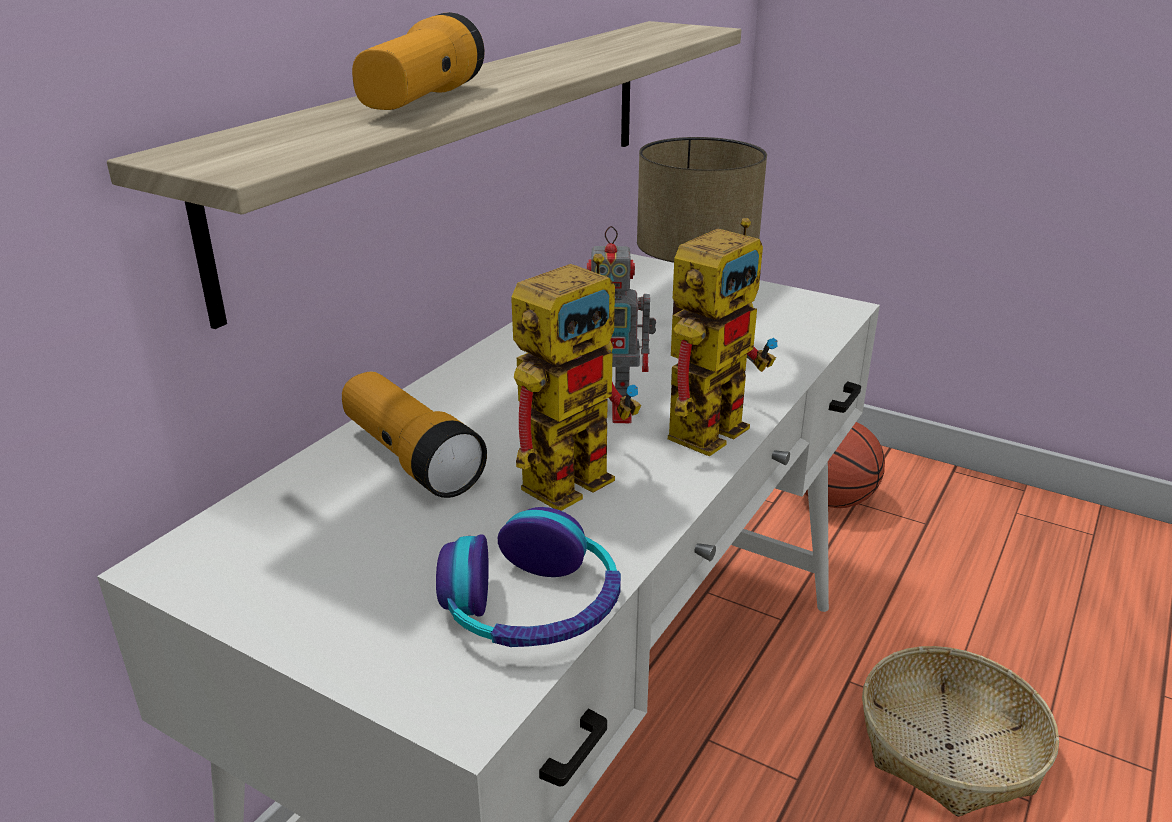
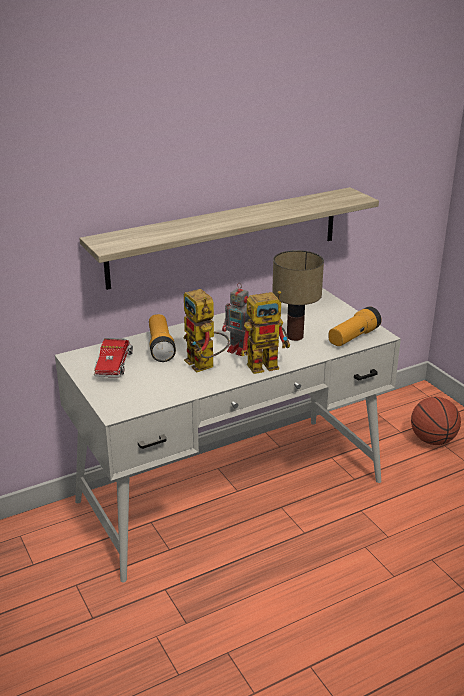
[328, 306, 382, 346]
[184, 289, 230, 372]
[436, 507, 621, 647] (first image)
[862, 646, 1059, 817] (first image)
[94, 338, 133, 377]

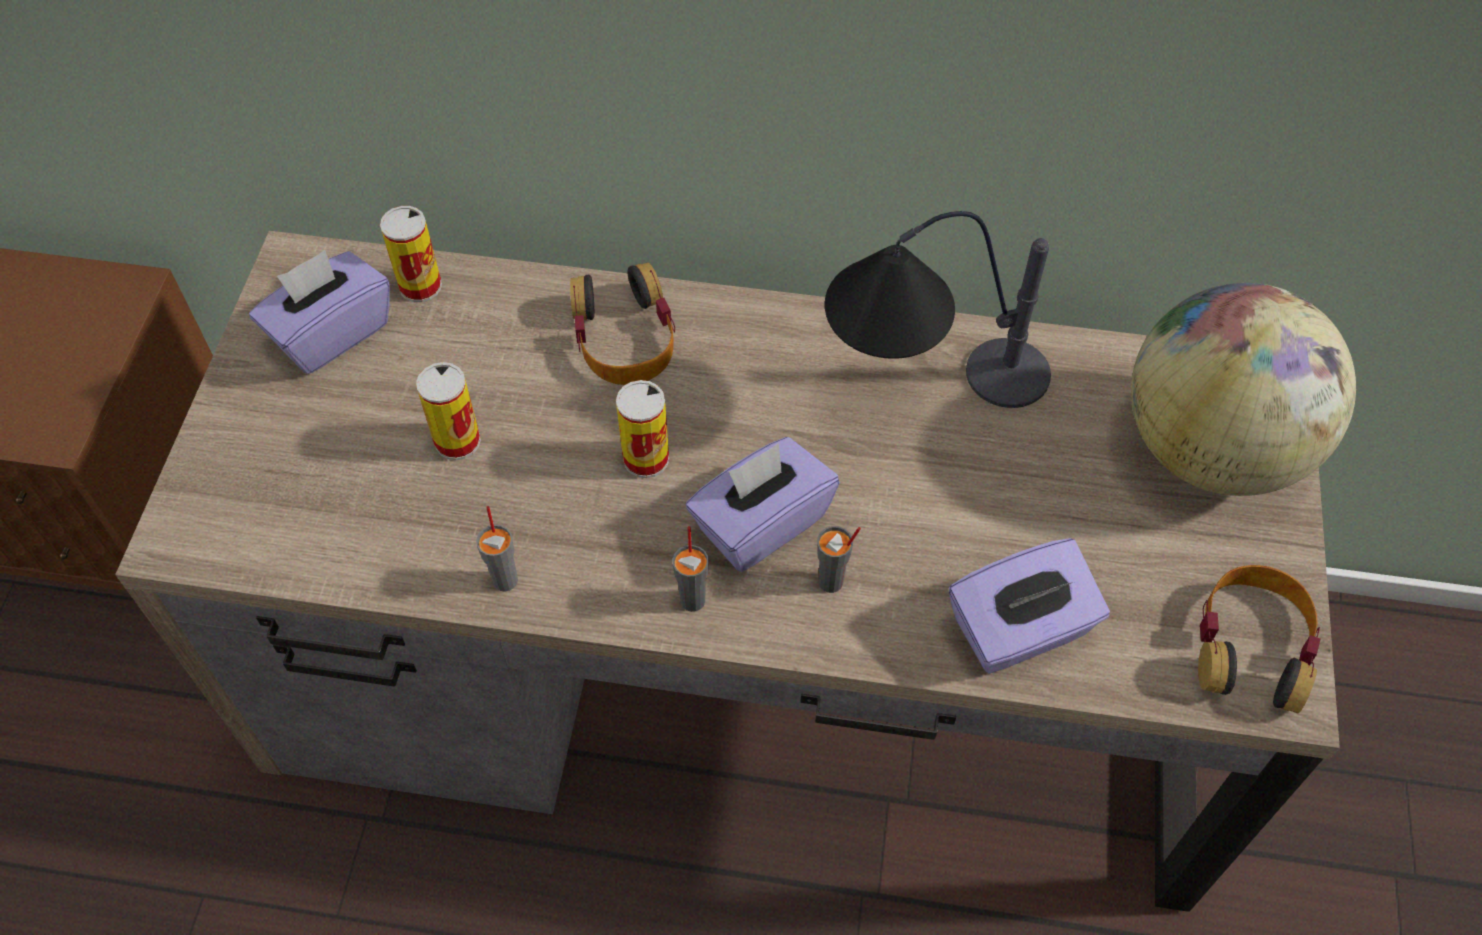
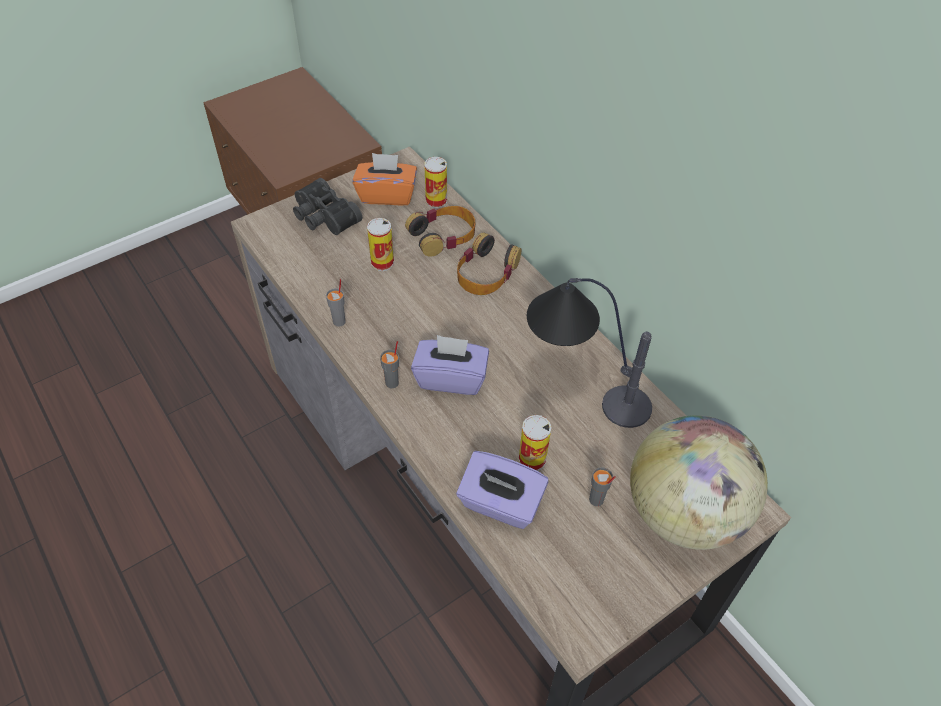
[352, 153, 417, 206]
[519, 415, 551, 471]
[589, 467, 616, 506]
[405, 206, 475, 257]
[293, 178, 362, 235]

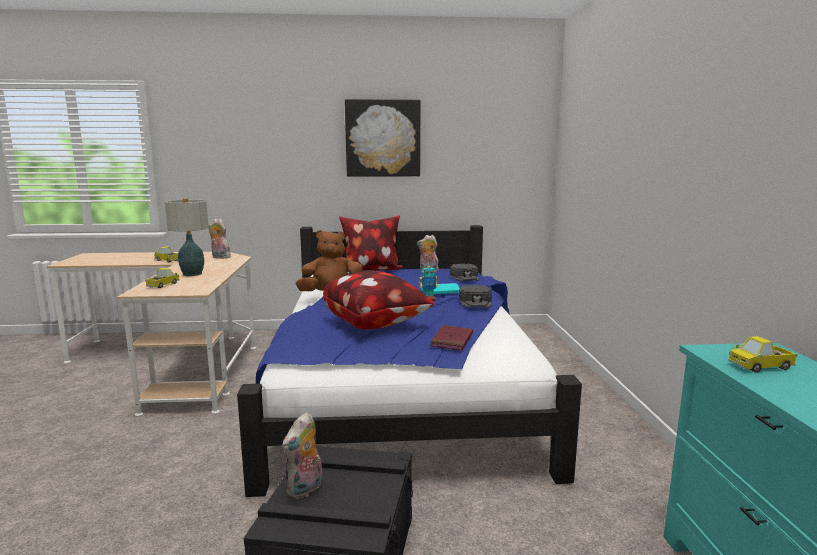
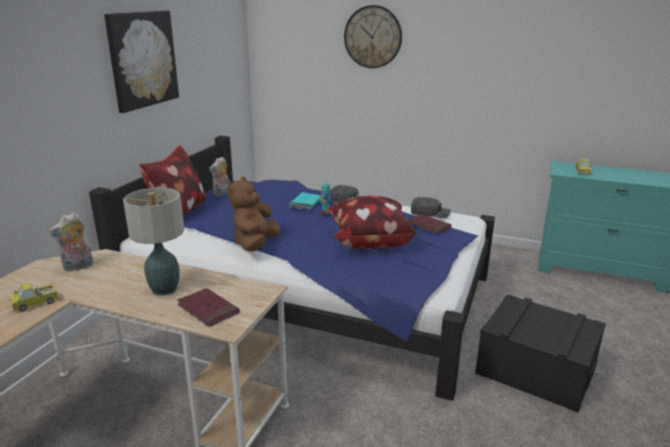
[411, 197, 451, 218]
[177, 288, 240, 327]
[282, 412, 323, 499] (first image)
[344, 5, 402, 68]

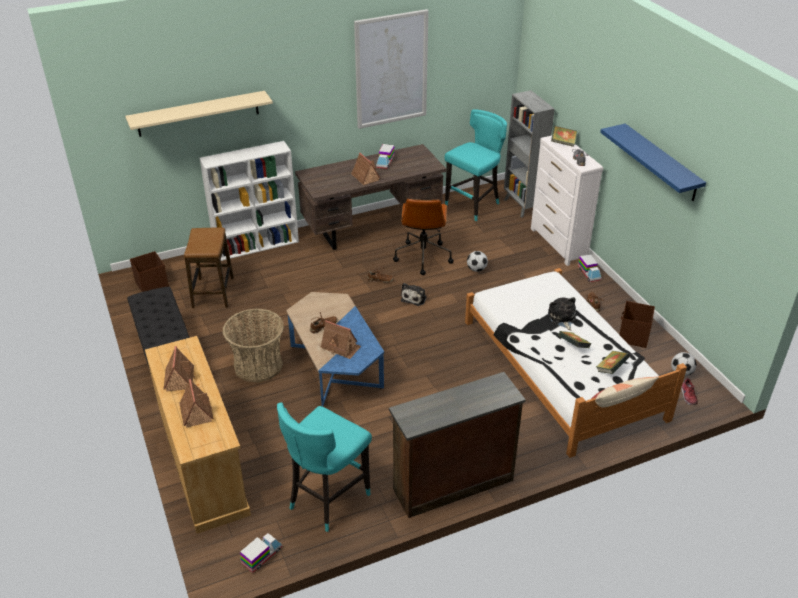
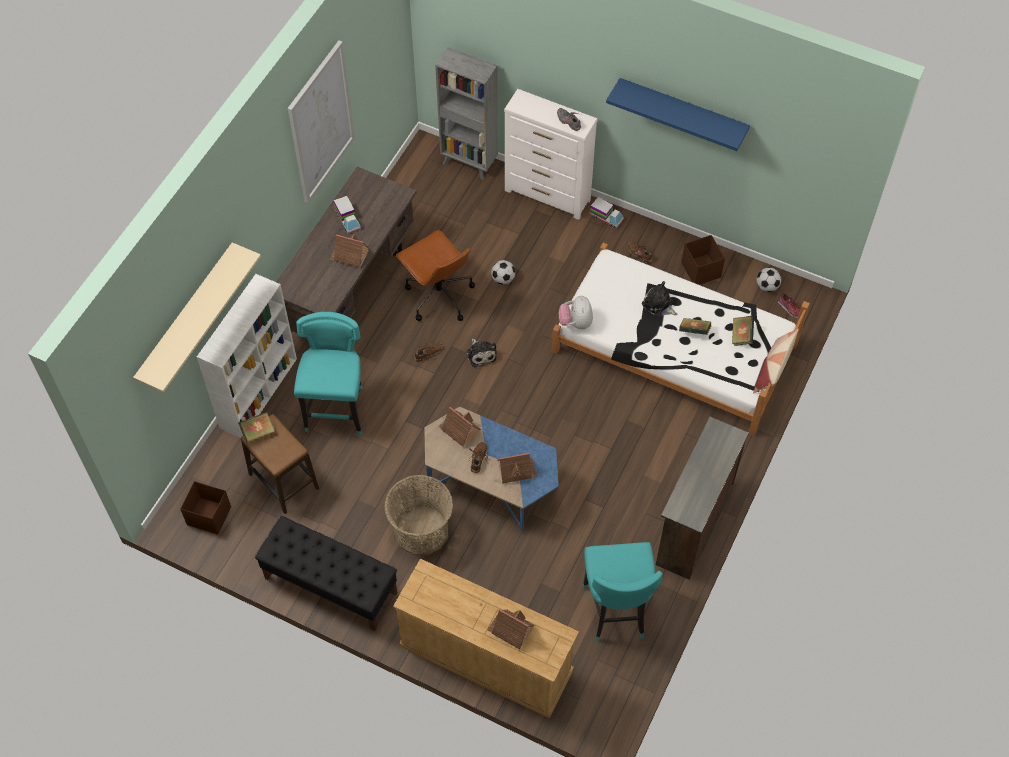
[294, 312, 363, 435]
[238, 412, 275, 443]
[438, 407, 481, 447]
[240, 533, 282, 573] (first image)
[559, 296, 593, 329]

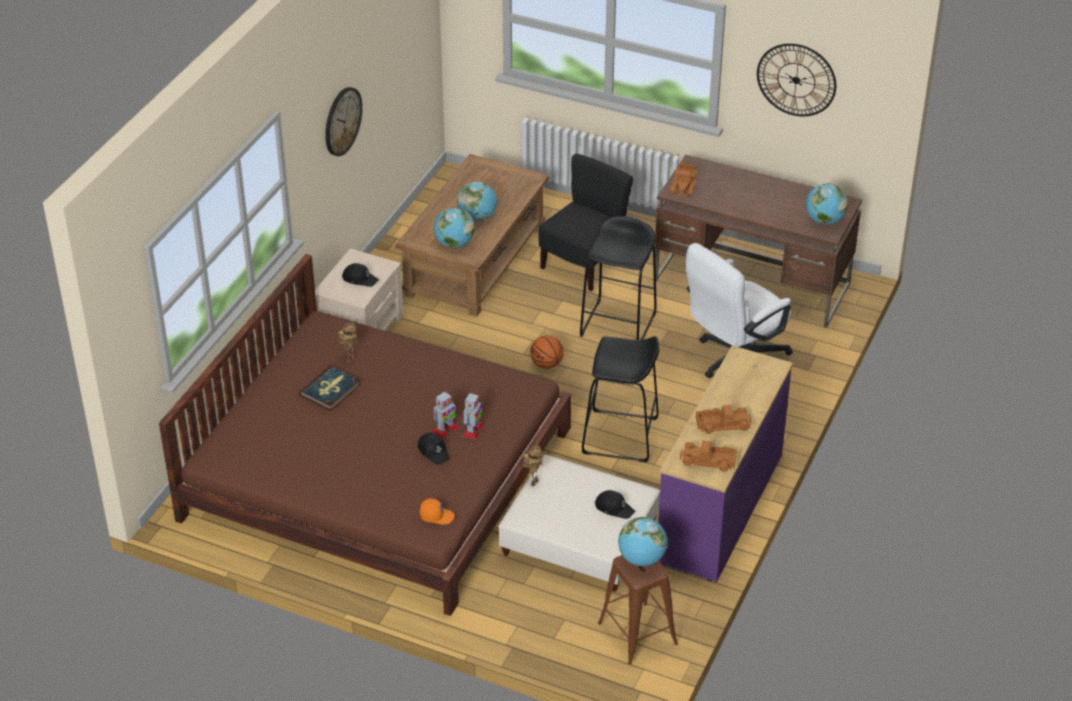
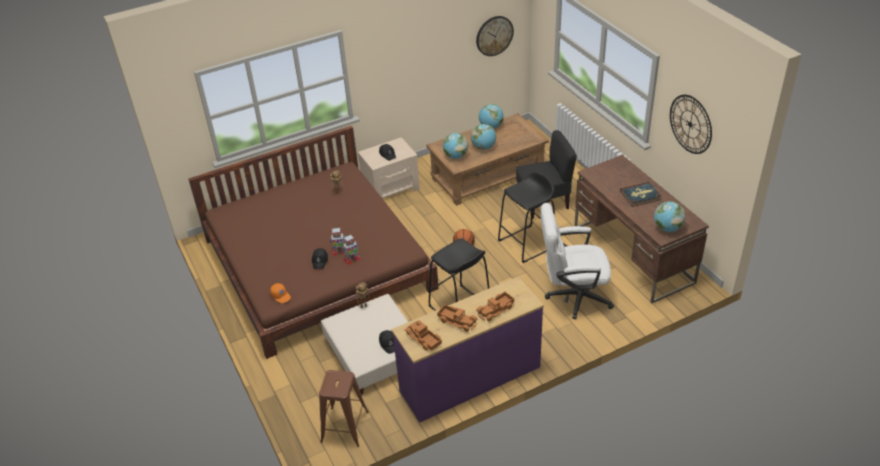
[476, 16, 514, 56]
[476, 292, 514, 321]
[620, 182, 661, 207]
[479, 104, 504, 129]

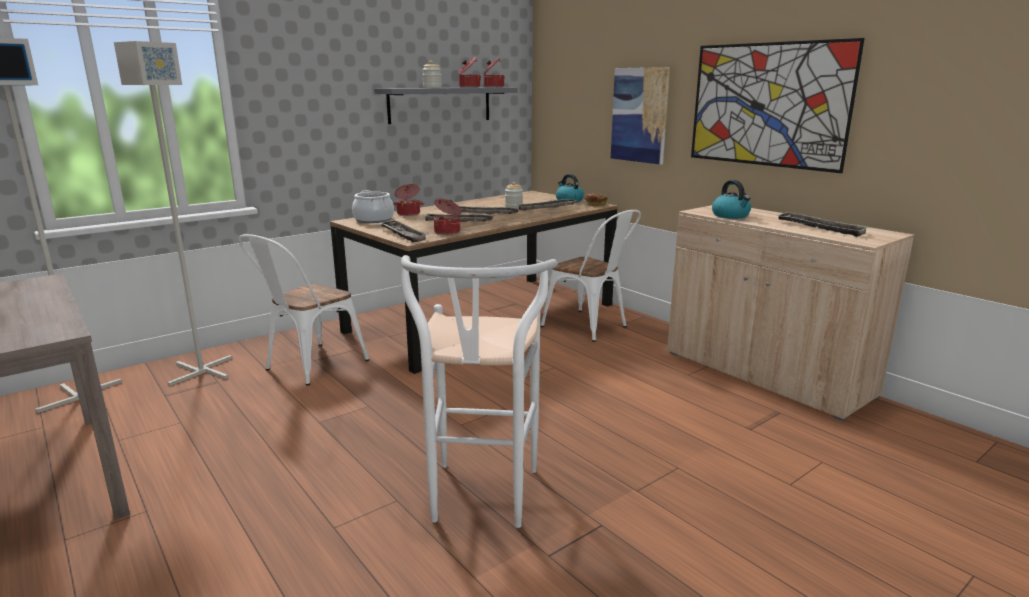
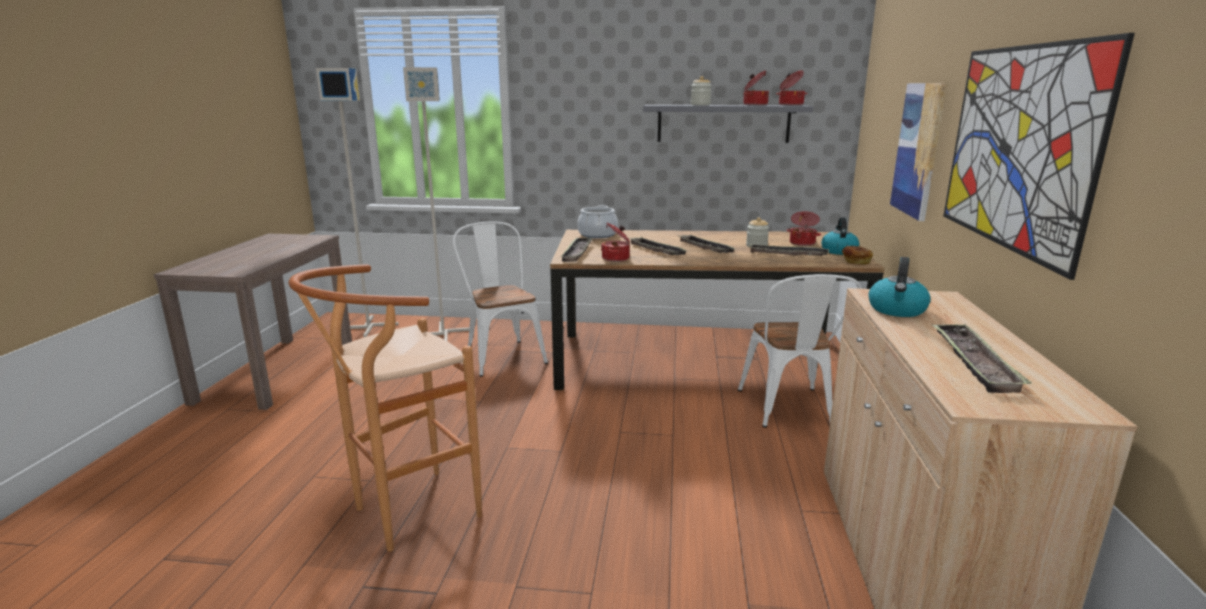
[787, 211, 821, 246]
[453, 221, 548, 377]
[289, 264, 482, 552]

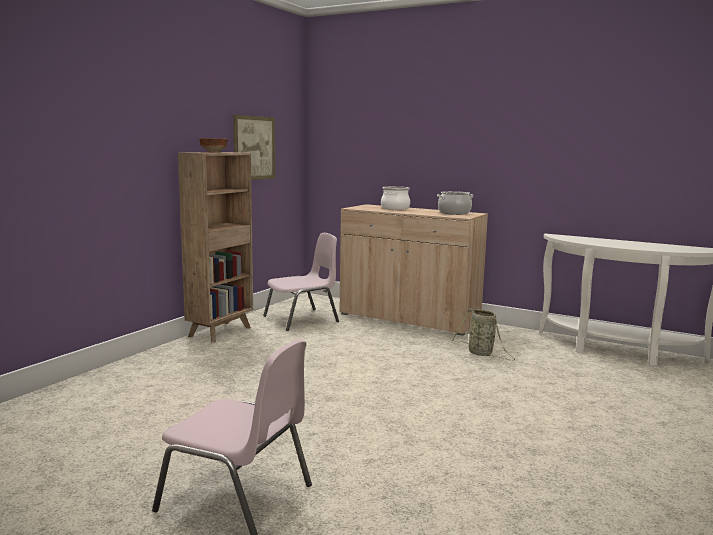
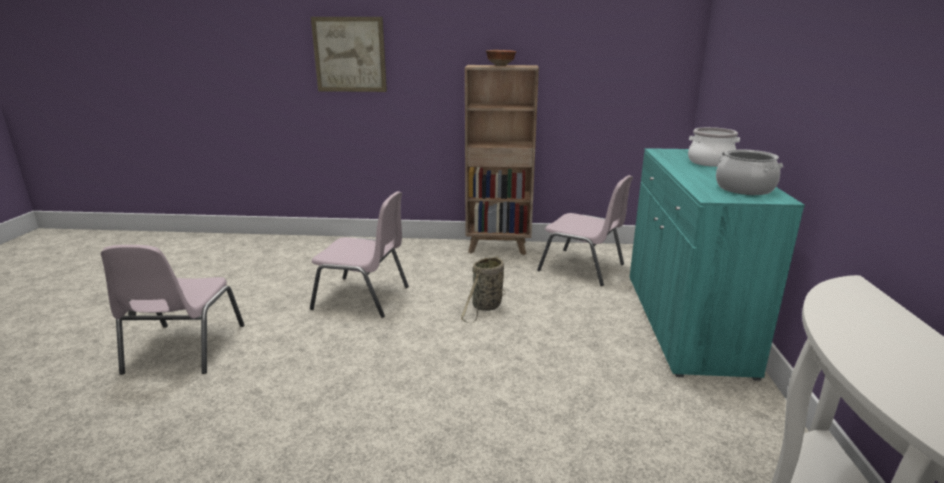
[311, 17, 387, 92]
[630, 148, 805, 381]
[461, 255, 506, 323]
[310, 191, 409, 318]

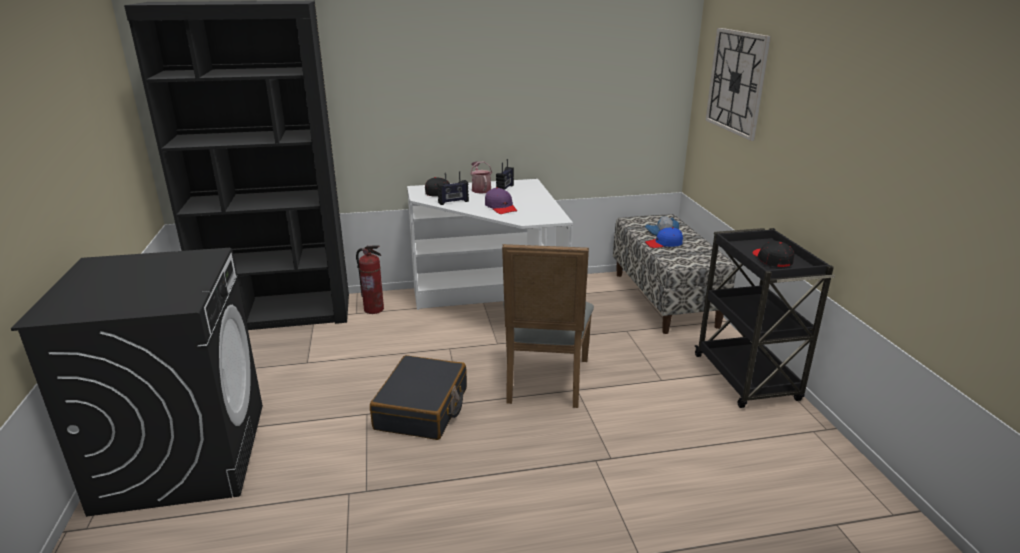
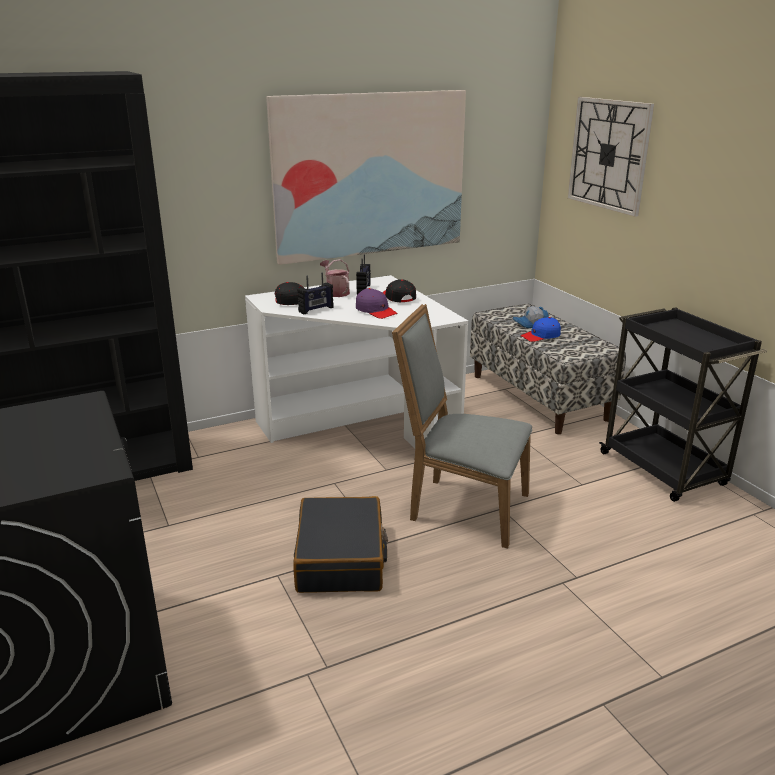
[383, 279, 416, 302]
[392, 304, 532, 548]
[356, 245, 384, 314] (first image)
[266, 90, 466, 265]

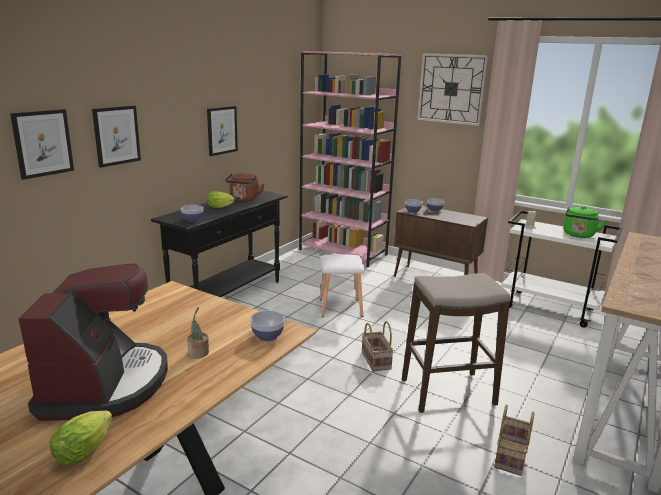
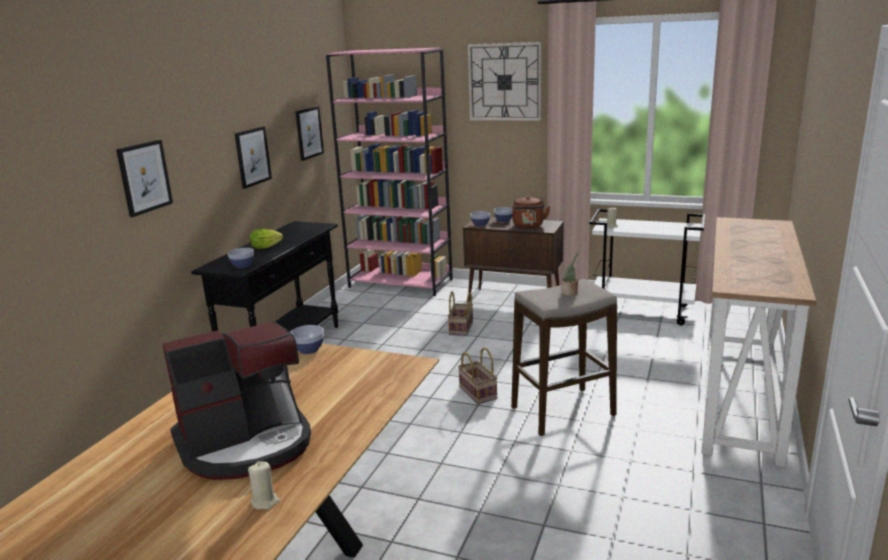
[295, 106, 324, 161]
[512, 196, 551, 228]
[563, 206, 607, 238] (first image)
[319, 254, 365, 317] (first image)
[162, 322, 311, 480]
[561, 253, 578, 296]
[291, 325, 324, 354]
[448, 291, 473, 336]
[248, 461, 280, 509]

